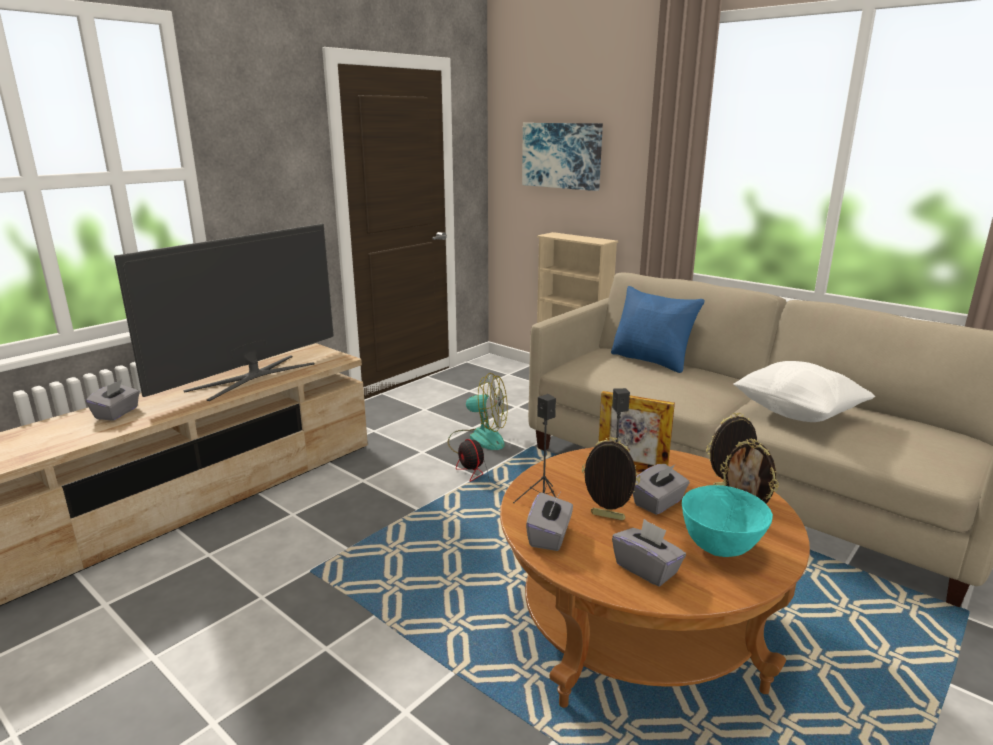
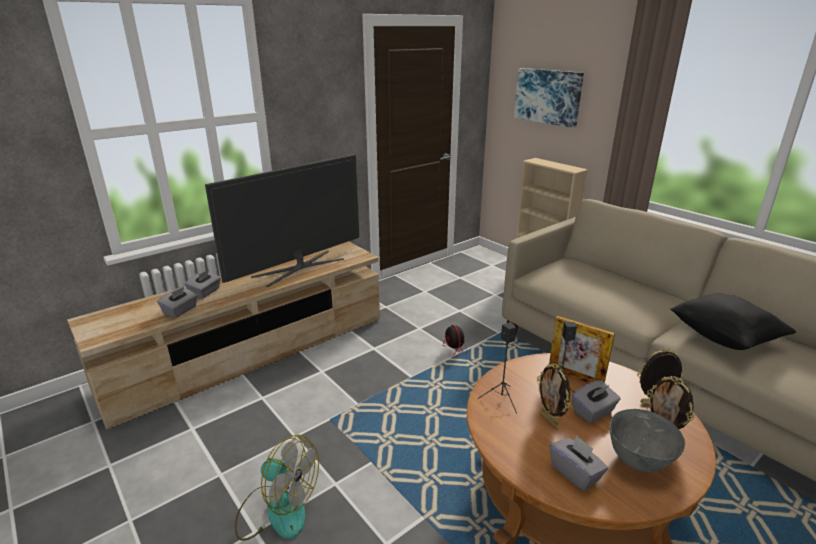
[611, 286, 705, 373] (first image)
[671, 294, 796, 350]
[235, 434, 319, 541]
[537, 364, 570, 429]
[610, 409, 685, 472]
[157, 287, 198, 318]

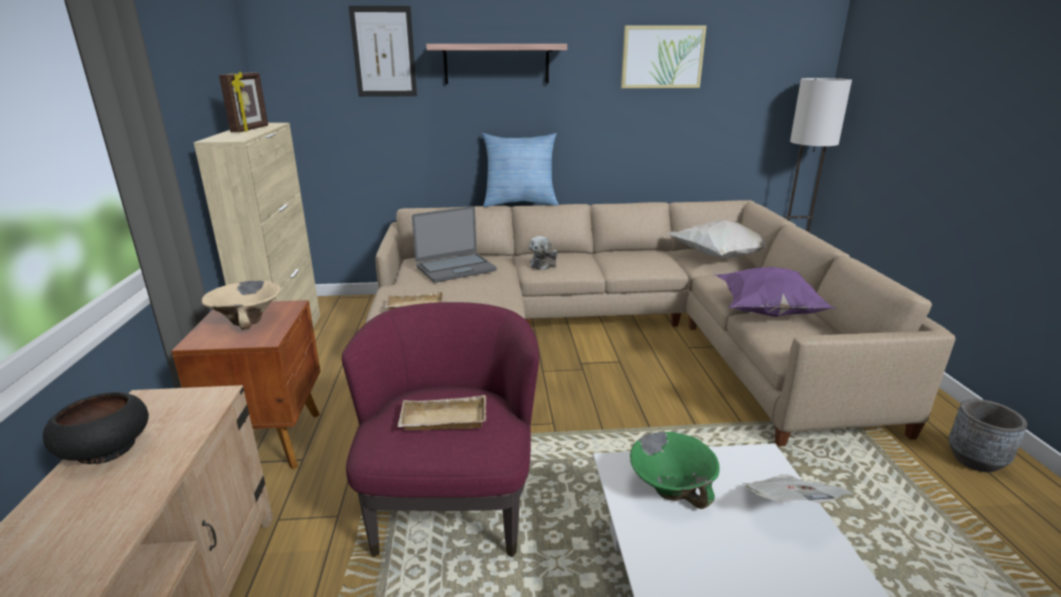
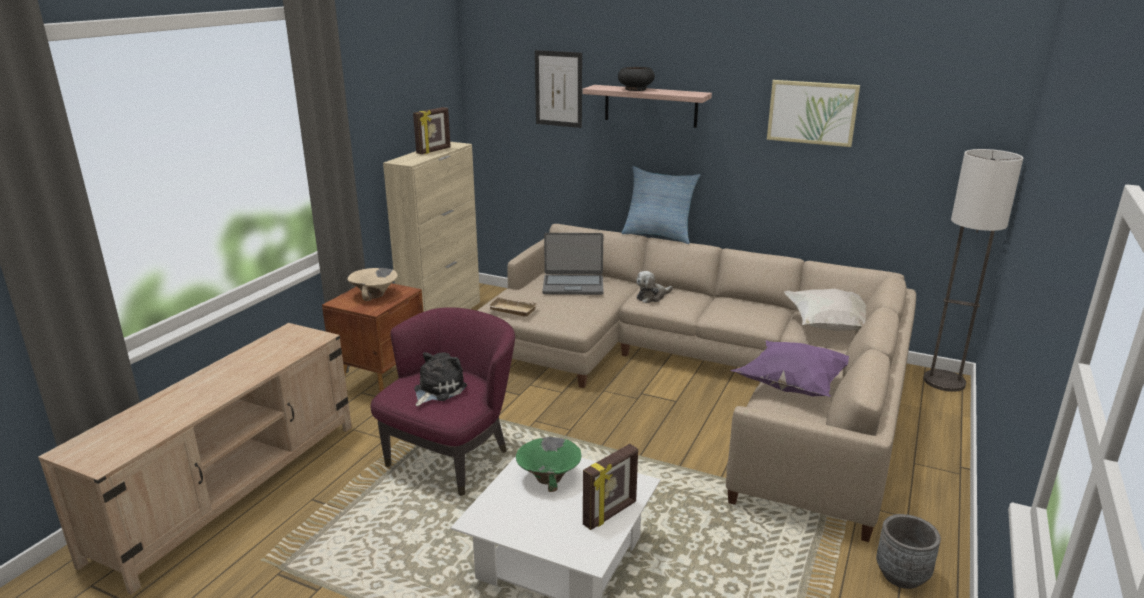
[618, 67, 655, 91]
[414, 352, 467, 406]
[583, 444, 638, 530]

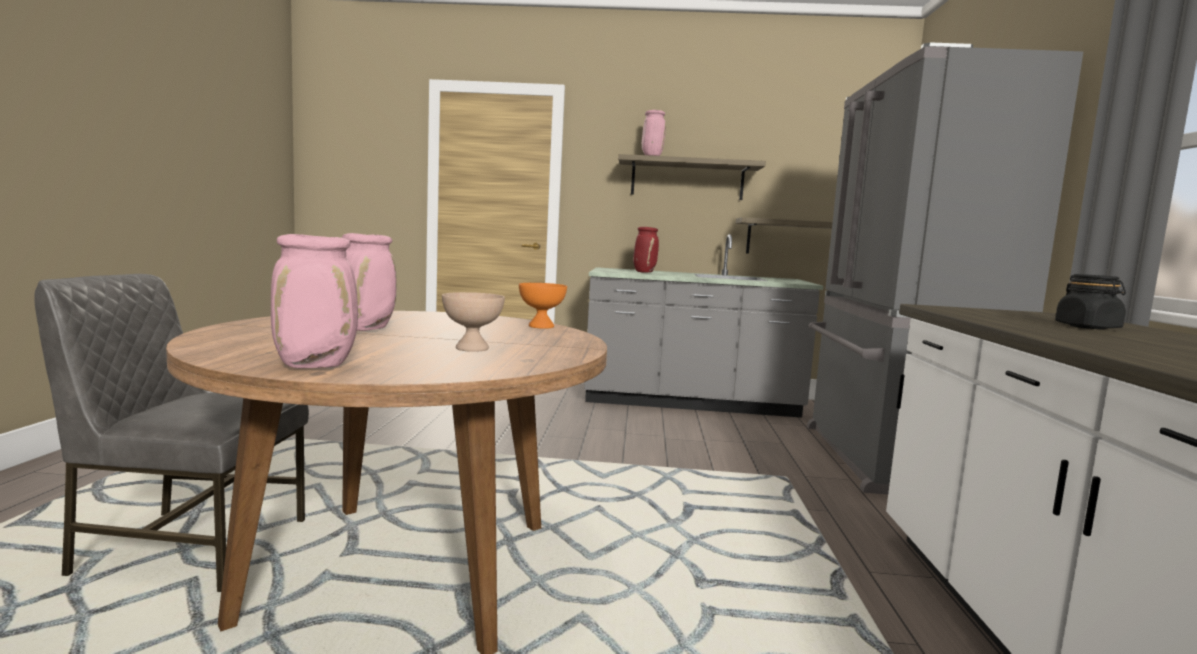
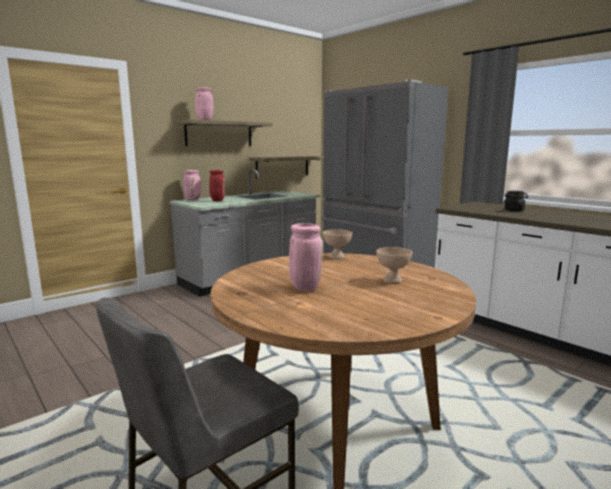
[183, 170, 201, 201]
[323, 229, 352, 259]

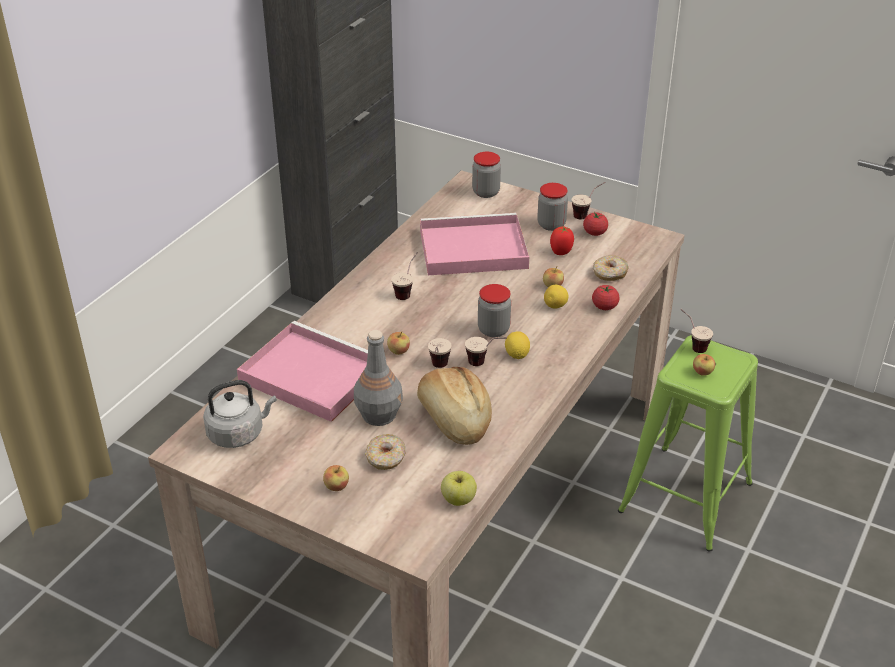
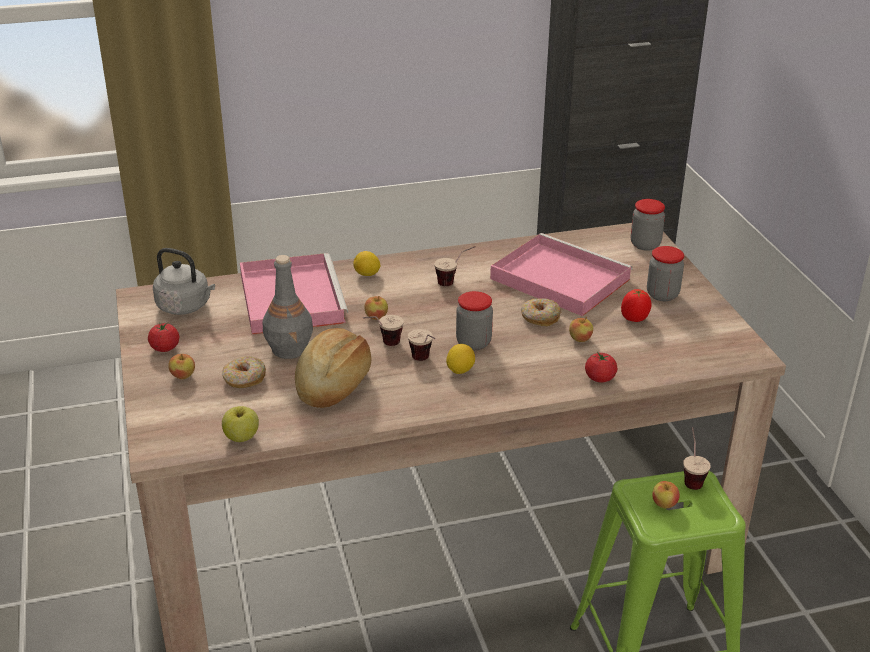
[572, 182, 606, 219] (first image)
[148, 322, 180, 352]
[521, 298, 561, 326]
[353, 251, 380, 276]

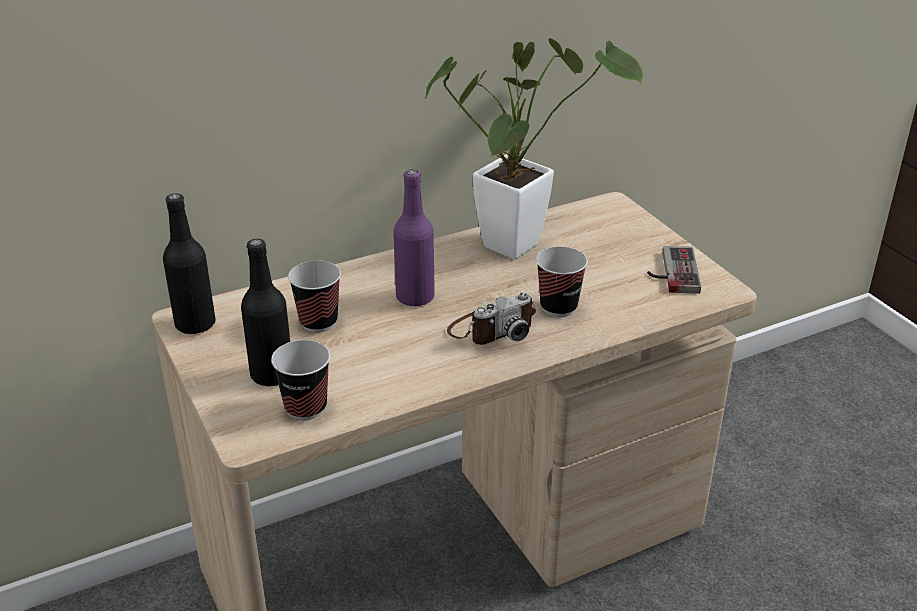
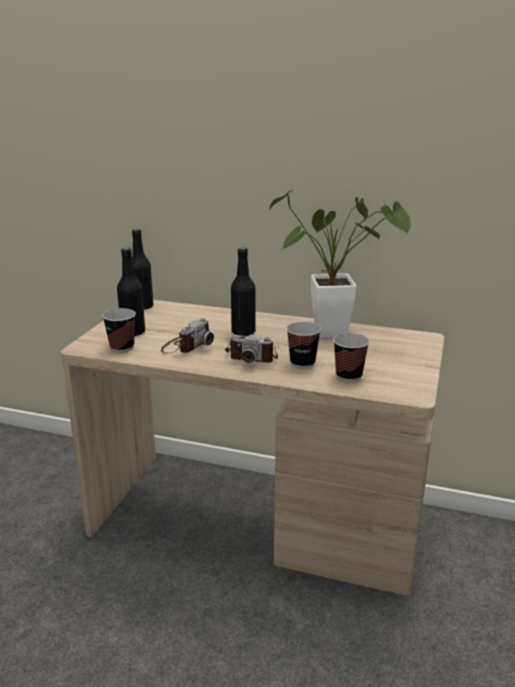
[231, 247, 255, 337]
[647, 246, 701, 294] (first image)
[333, 333, 370, 382]
[161, 318, 214, 353]

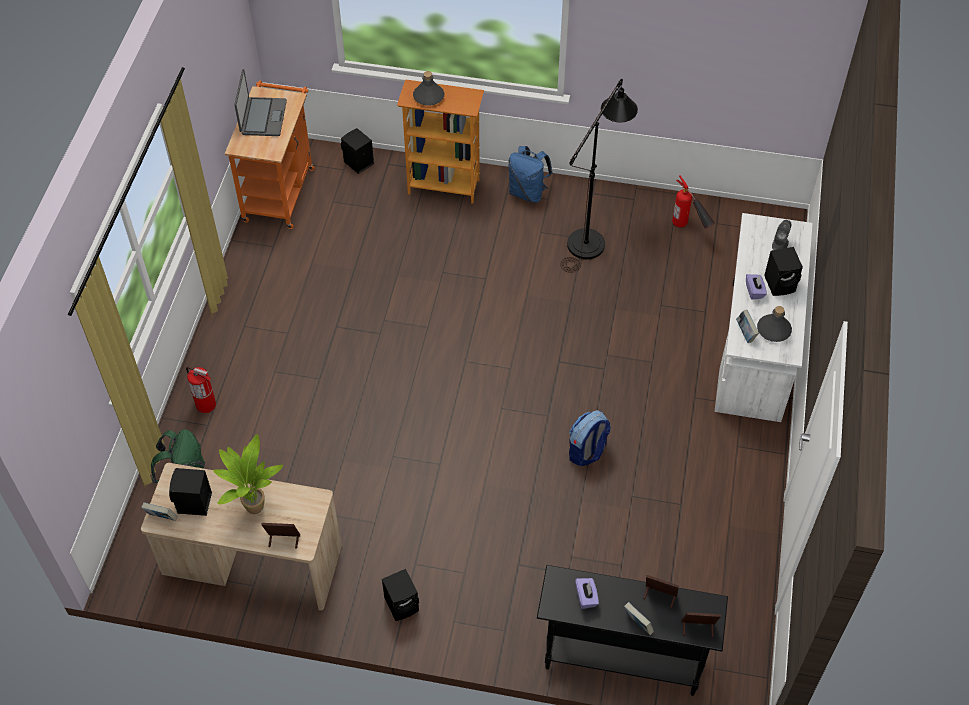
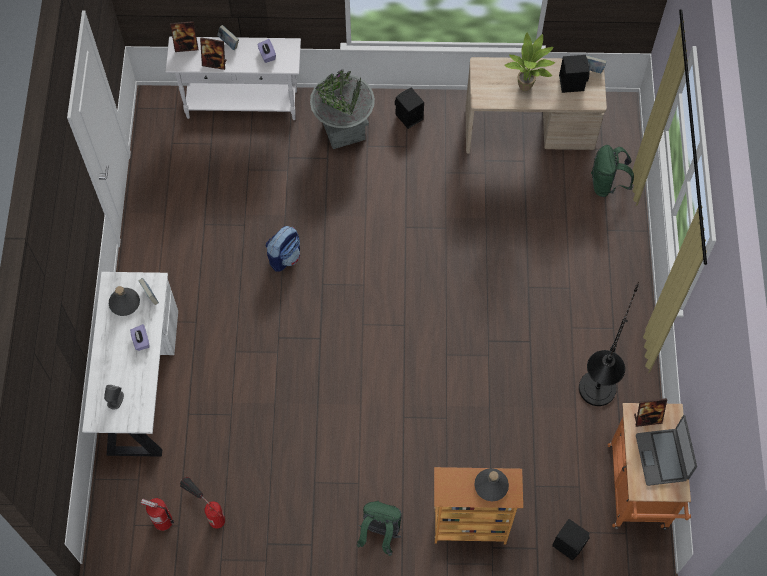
[579, 282, 639, 406]
[357, 501, 402, 556]
[764, 247, 803, 296] (first image)
[141, 498, 174, 531]
[634, 398, 667, 427]
[165, 37, 301, 120]
[310, 70, 375, 149]

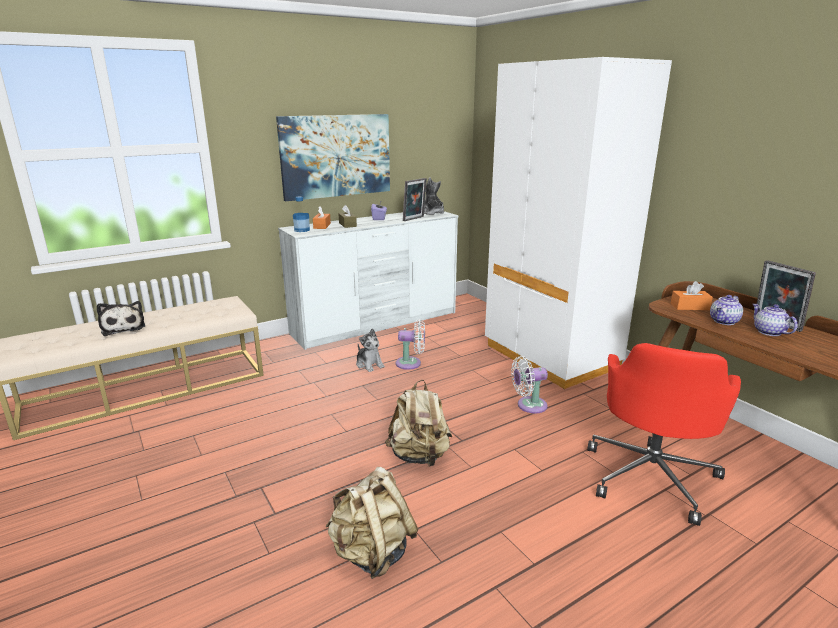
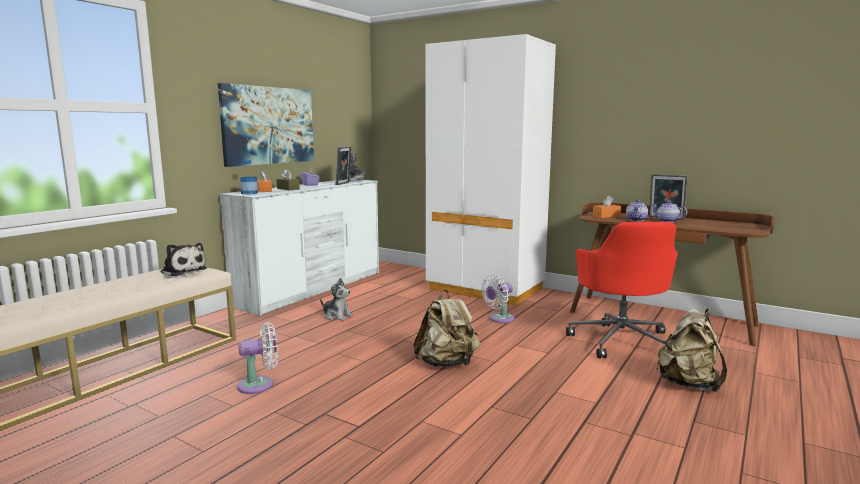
[160, 243, 207, 276]
[237, 322, 278, 394]
[656, 309, 727, 392]

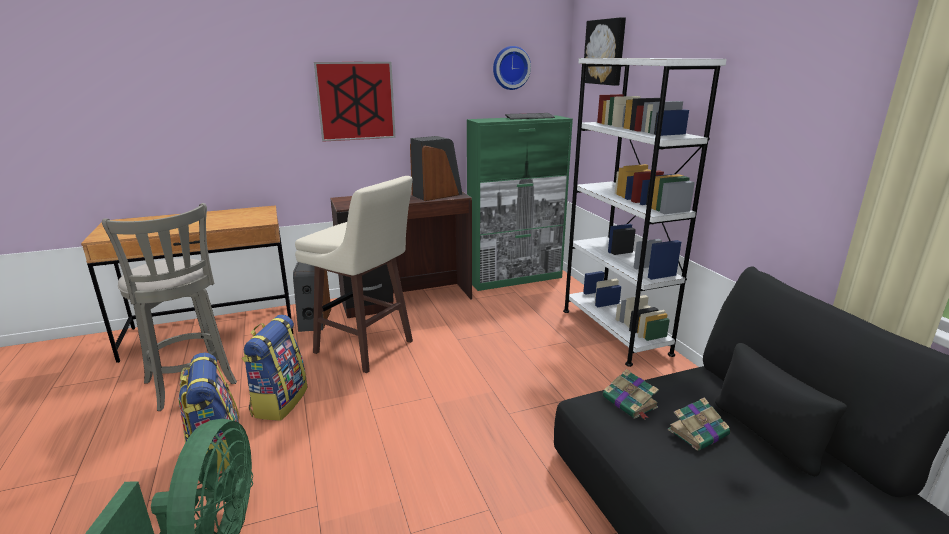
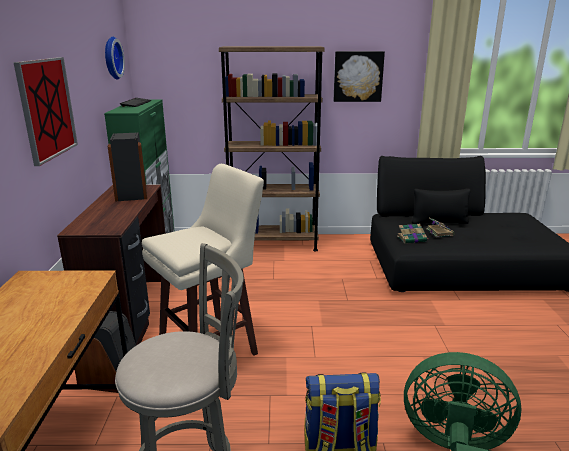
[334, 51, 385, 102]
[219, 46, 325, 251]
[242, 315, 307, 421] (first image)

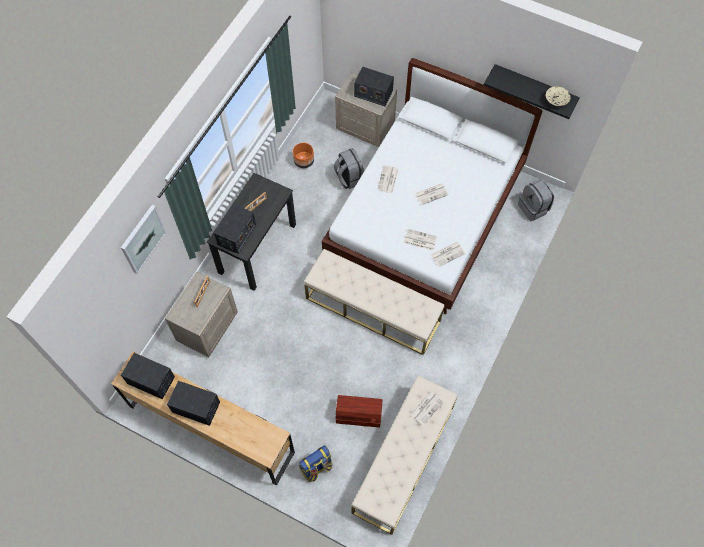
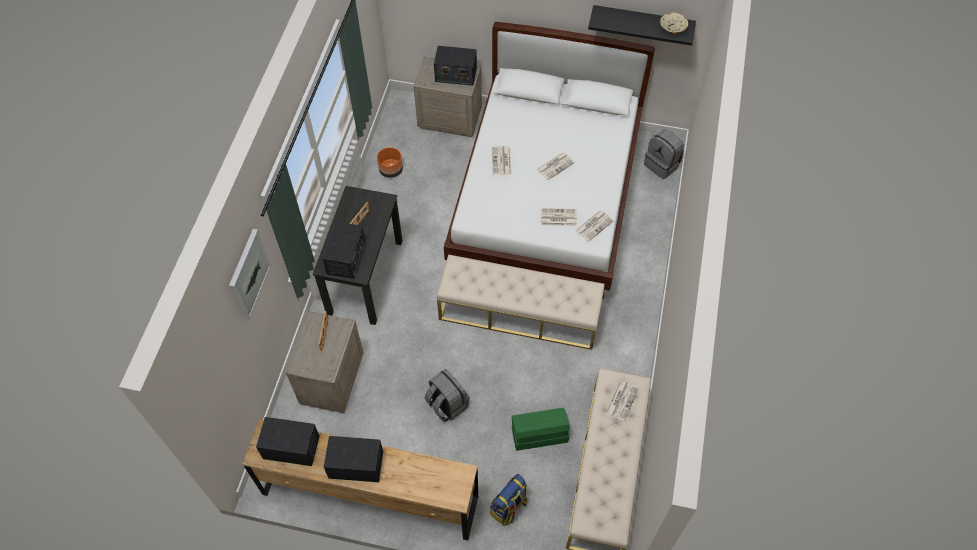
[425, 369, 469, 422]
[512, 408, 570, 451]

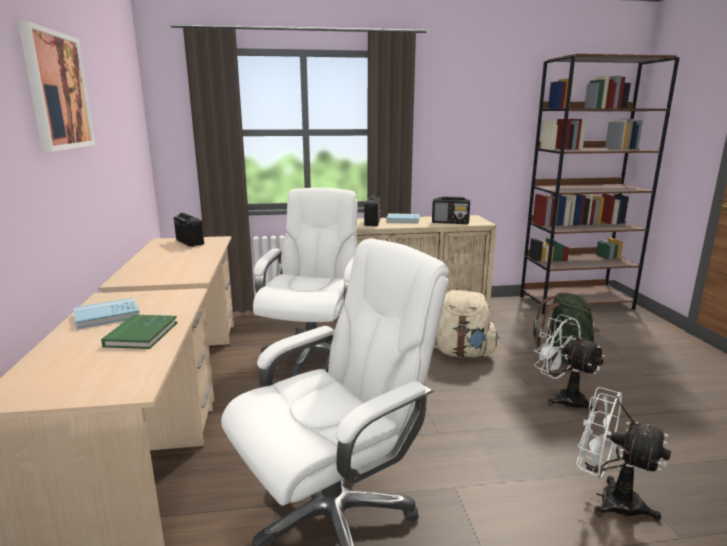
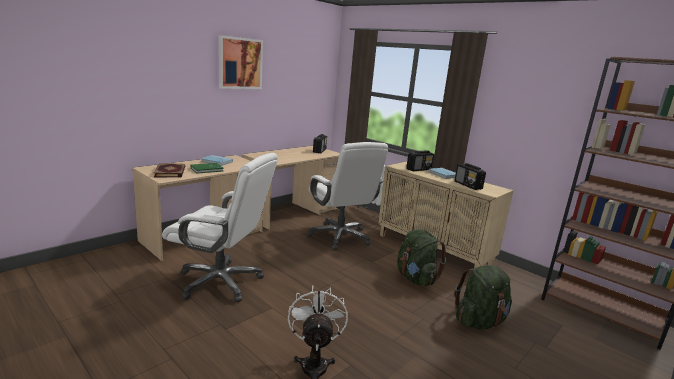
[307, 142, 388, 250]
[397, 230, 446, 286]
[534, 314, 605, 413] (first image)
[154, 163, 185, 178]

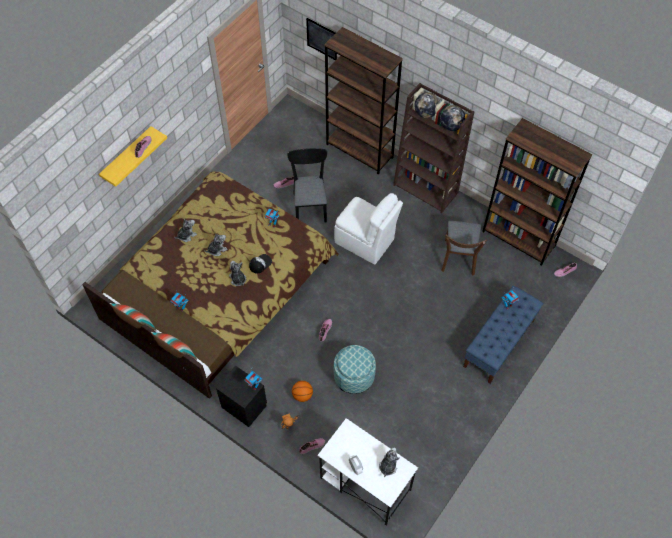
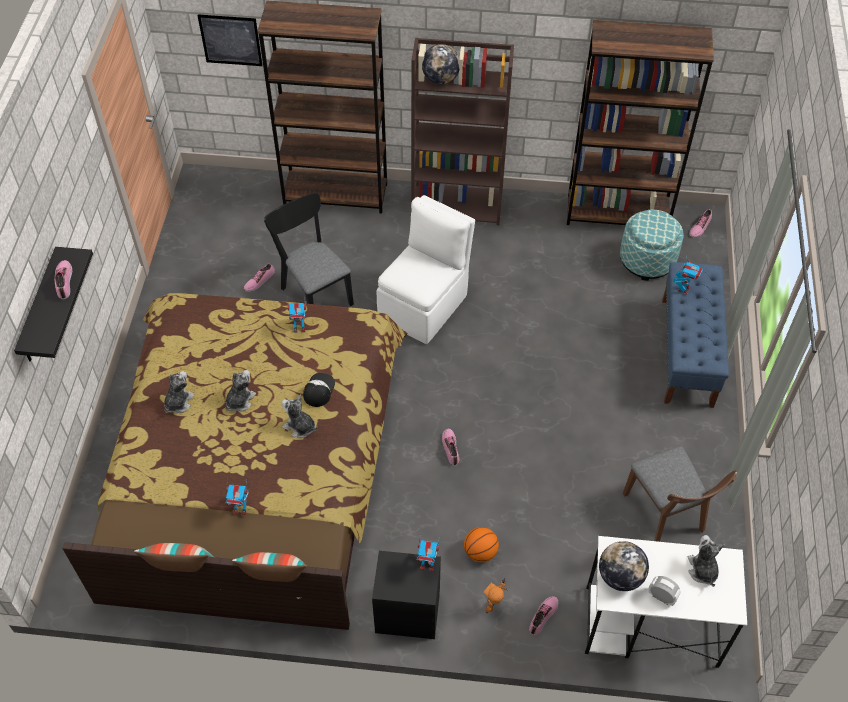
[599, 541, 649, 591]
[14, 247, 93, 362]
[377, 195, 475, 344]
[623, 446, 738, 542]
[620, 210, 684, 281]

